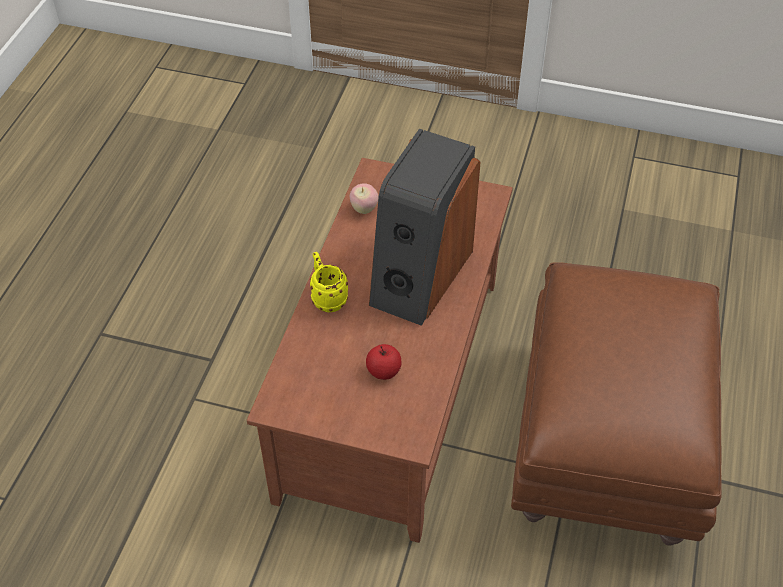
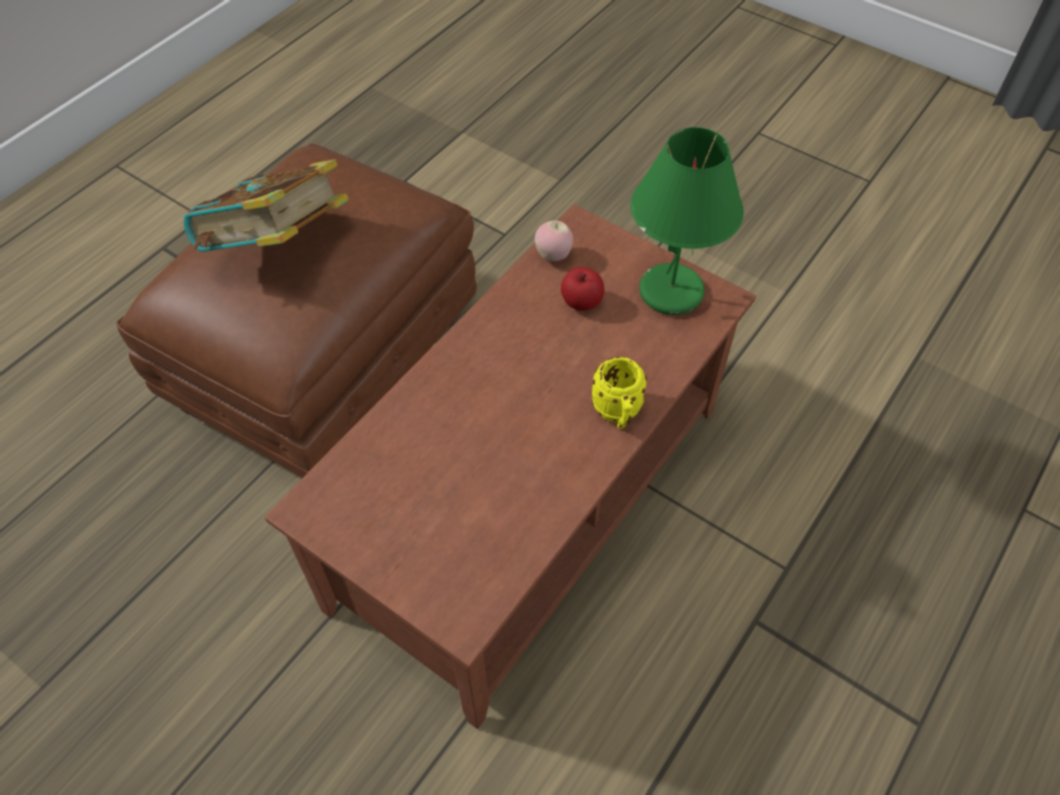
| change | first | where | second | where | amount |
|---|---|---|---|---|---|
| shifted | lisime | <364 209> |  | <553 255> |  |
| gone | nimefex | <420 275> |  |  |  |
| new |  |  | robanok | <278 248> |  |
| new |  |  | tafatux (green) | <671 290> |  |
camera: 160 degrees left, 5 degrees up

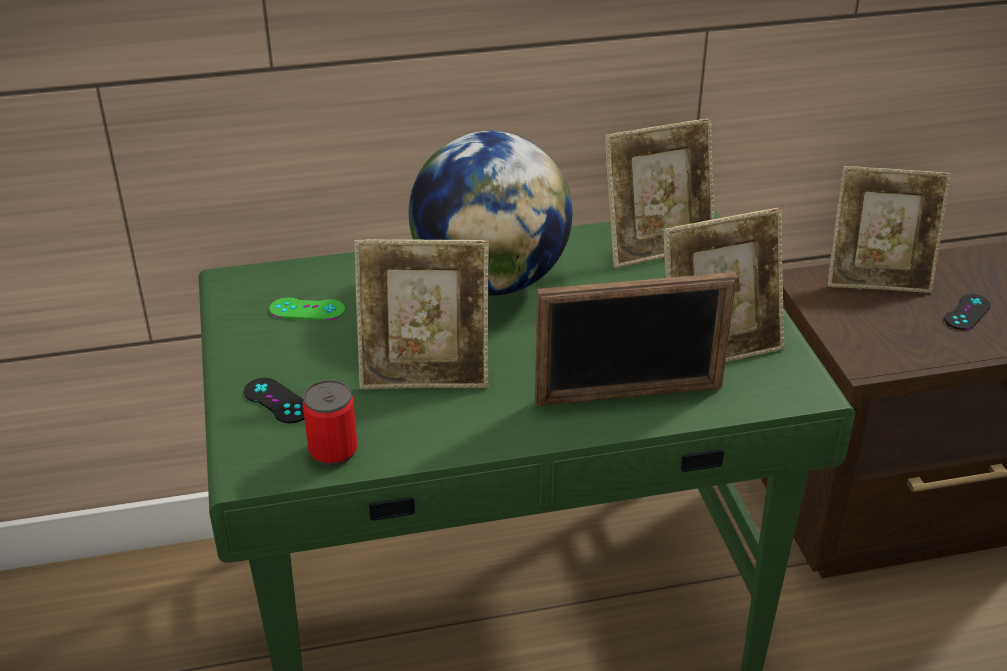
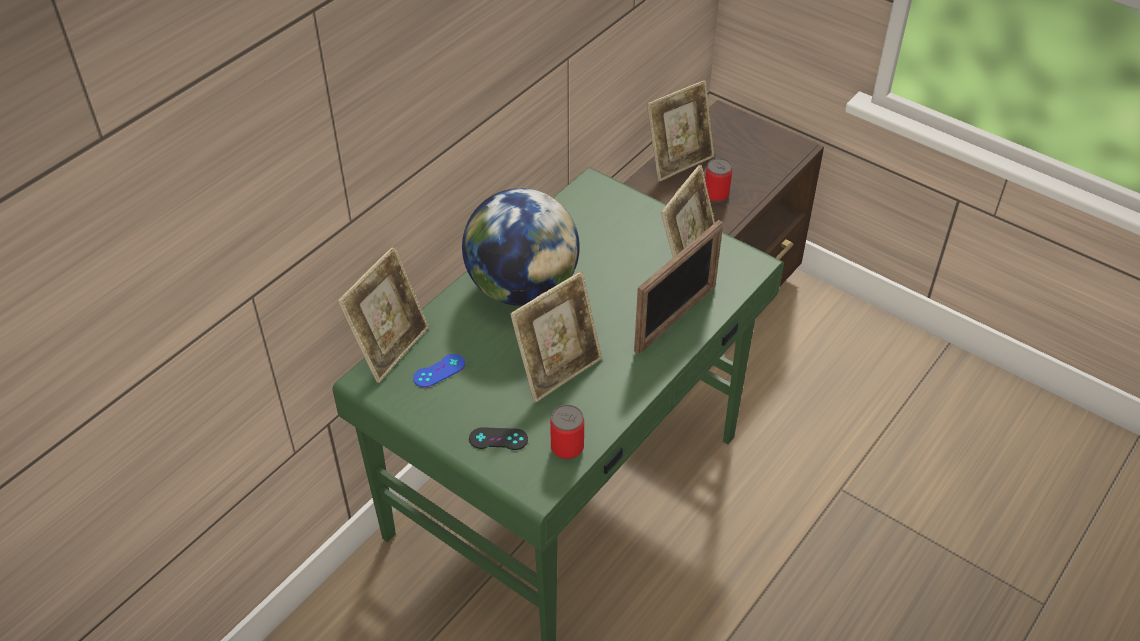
| change | first | where | second | where | amount |
|---|---|---|---|---|---|
| repainted | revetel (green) | <307 309> | revetel (blue) | <439 371> |  |
| shifted | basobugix | <657 247> |  | <391 348> |  |
| gone | revetel (black) | <967 312> |  |  |  |
| new |  |  | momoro | <716 195> |  |
camera: 40 degrees left, 10 degrees up

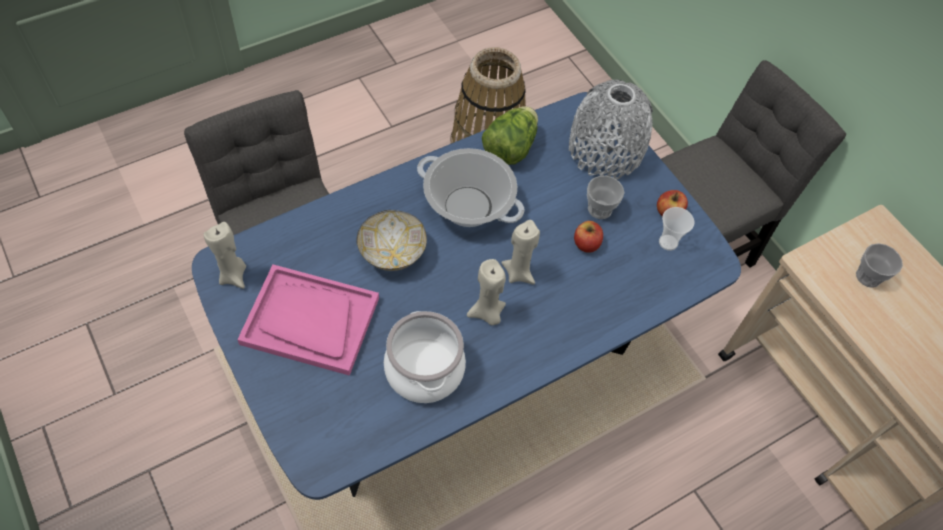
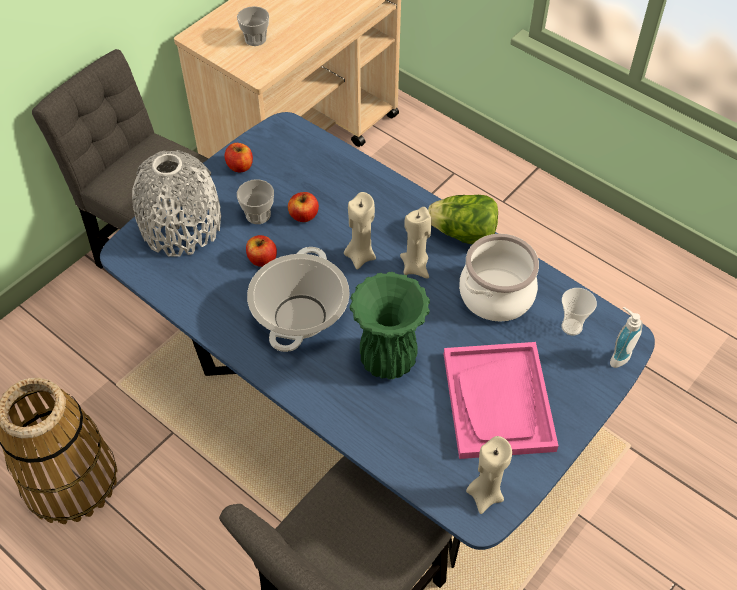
| change | first | where | second | where | amount |
|---|---|---|---|---|---|
| swapped | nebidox | <391 254> | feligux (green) | <388 362> |  |
| shifted | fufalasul | <510 148> |  | <463 234> |  |
| shifted | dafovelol | <668 242> |  | <571 327> |  |
| new |  |  | lisime | <262 259> |  |
| new |  |  | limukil | <617 356> |  |
camera: 105 degrees left, 5 degrees down

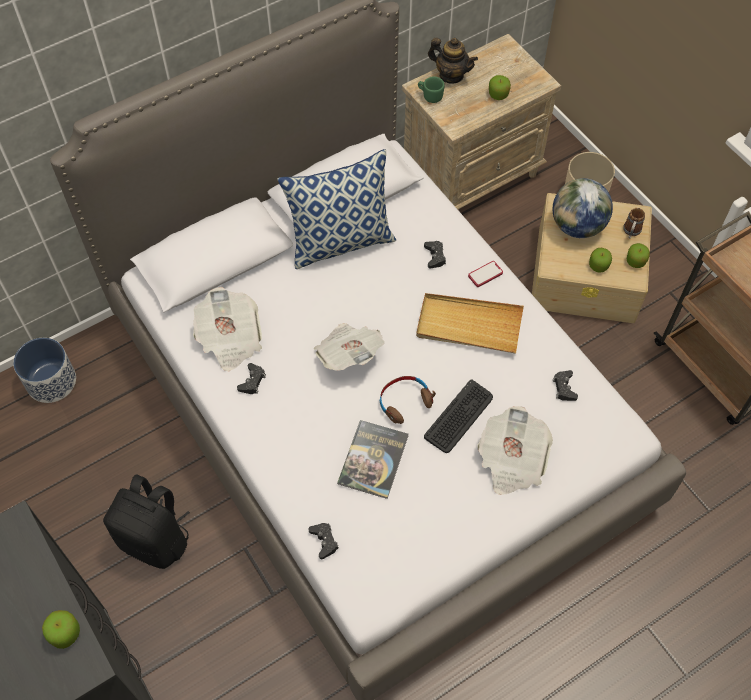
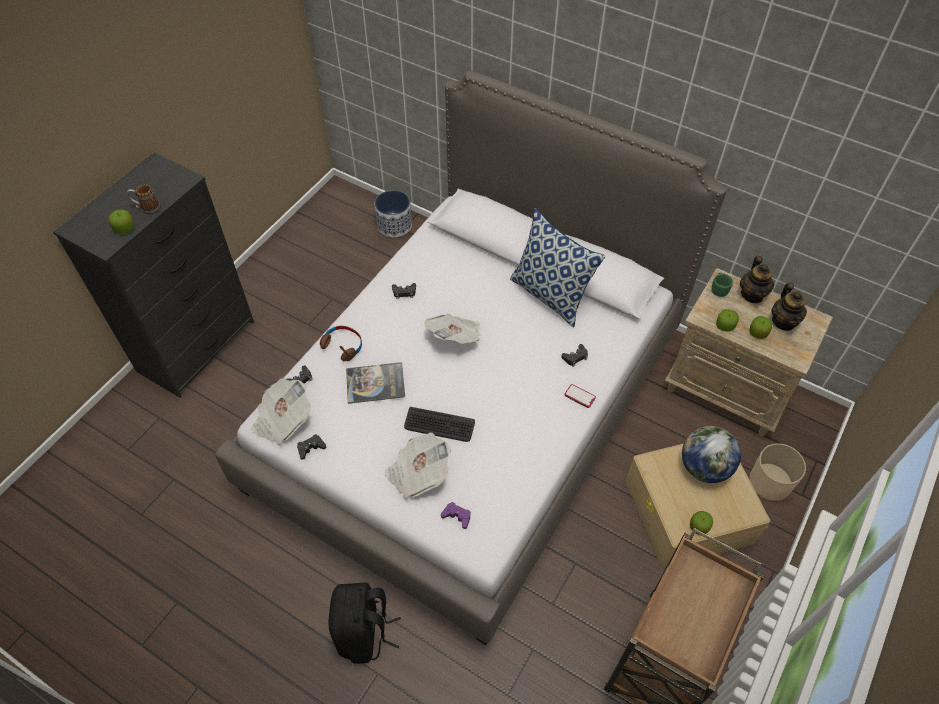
| change | first | where | second | where | amount |
|---|---|---|---|---|---|
| shifted | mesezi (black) | <156 539> |  | <365 633> |  |
| shifted | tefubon | <230 339> |  | <282 420> |  |
| shifted | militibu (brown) | <404 402> |  | <343 345> |  |
| gone | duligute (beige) | <469 325> |  |  |  |
| shifted | revetel (black) | <564 388> |  | <311 448> |  |
| shifted | lisime | <598 265> |  | <725 326> |  |
| shifted | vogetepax | <631 232> |  | <147 208> |  |
| new |  |  | revetel (purple) | <457 516> |  |
| new |  |  | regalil | <783 321> |  |
camera: 65 degrees right, 5 degrees down

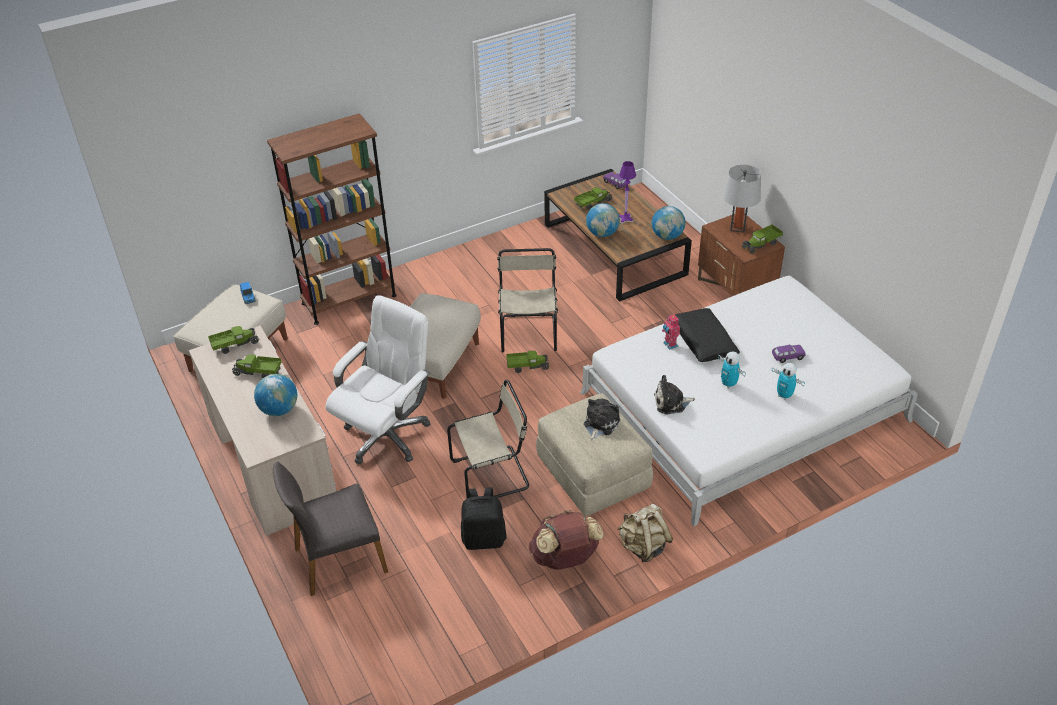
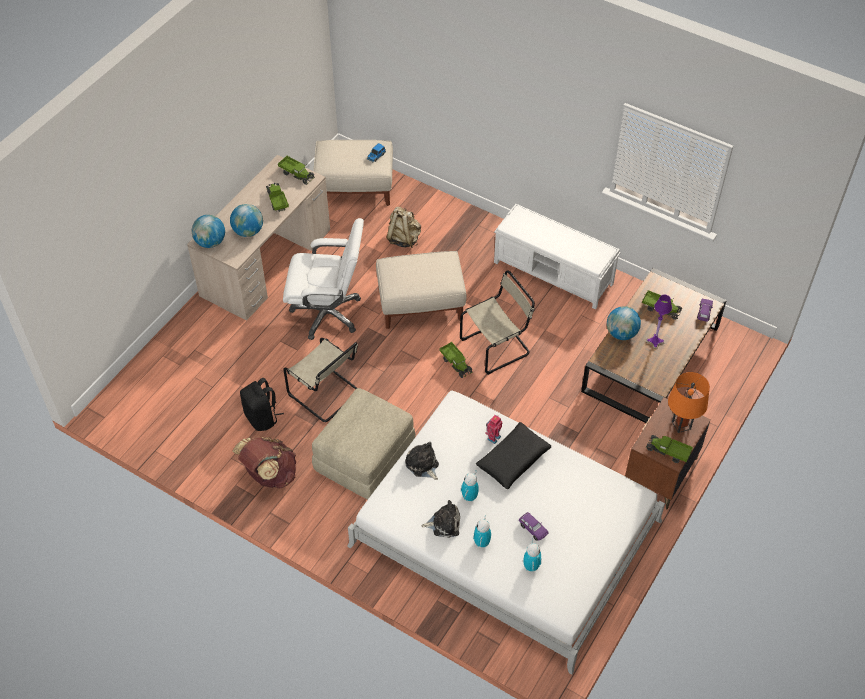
| change | first | where | second | where | amount |
|---|---|---|---|---|---|
| gone | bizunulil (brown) | <349 299> |  |  |  |
| gone | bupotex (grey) | <339 559> |  |  |  |
| shifted | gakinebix | <600 424> |  | <444 523> |  |
| shifted | mesezi (beige) | <643 546> |  | <404 239> |  |
| shifted | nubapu | <667 236> |  | <210 242> |  |
| repainted | tafatux (grey) | <737 227> | tafatux (orange) | <681 425> |  |
| new |  |  | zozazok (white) | <554 273> |  |
| new |  |  | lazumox | <531 566> |  |
camera: 60 degrees right, 10 degrees up

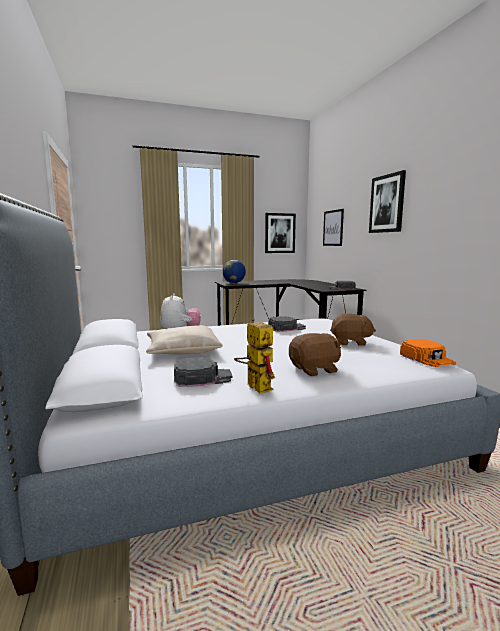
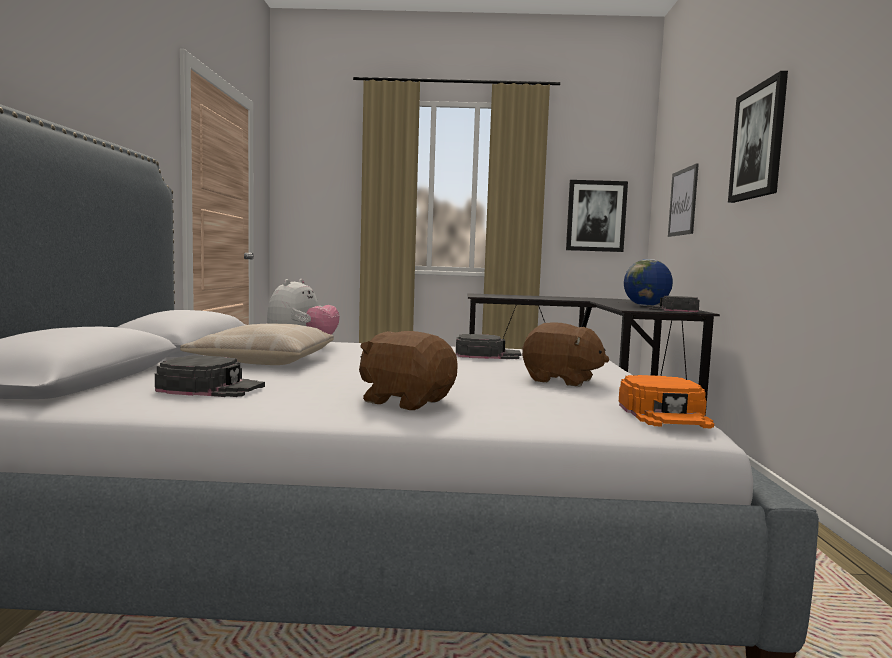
| change | first | where | second | where | amount |
|---|---|---|---|---|---|
| shifted | nubapu | <234 283> |  | <646 306> |  |
| gone | lazumox | <254 386> |  |  |  |
| rotated | gakinebix (brown) | <315 370> |  | <406 401> | 150 degrees counterclockwise |
camera: 20 degrees right, 5 degrees down

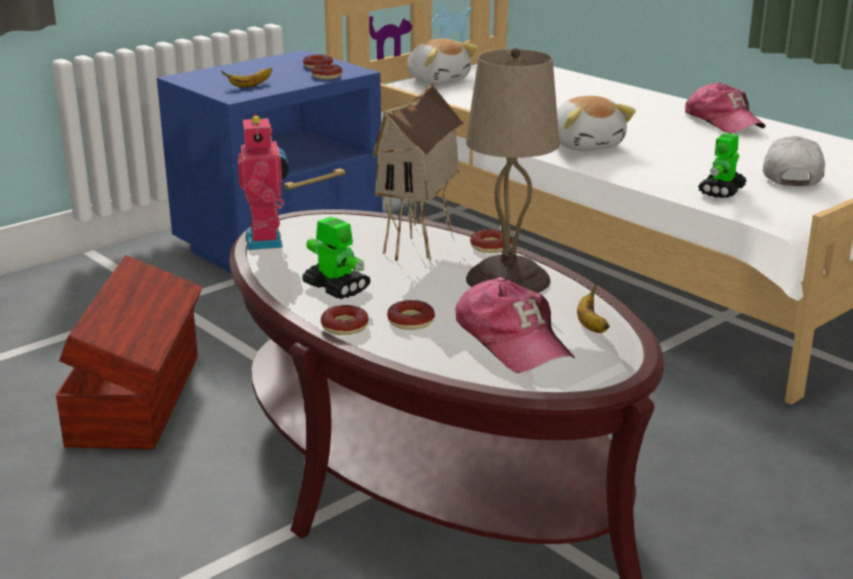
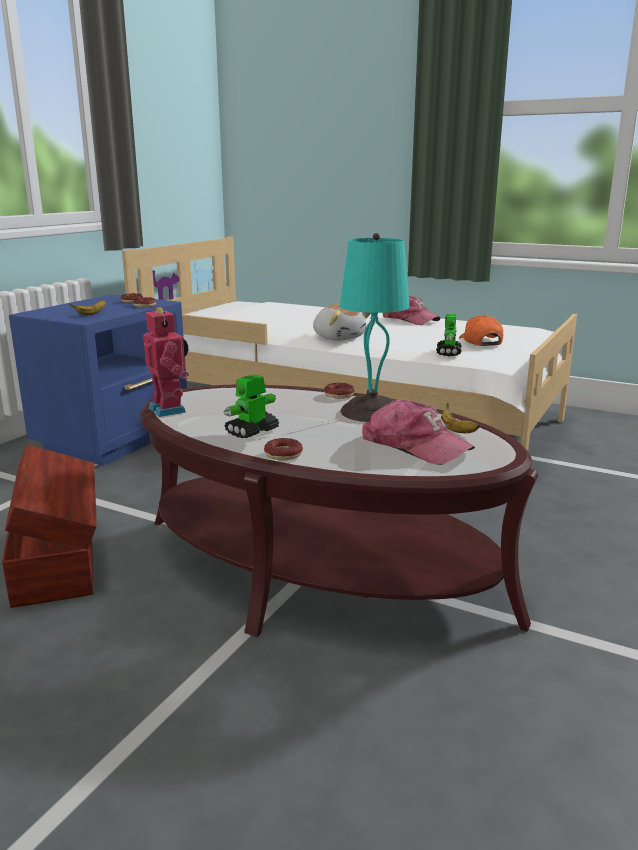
| change | first | where | second | where | amount |
|---|---|---|---|---|---|
| rotated | lazumox | <336 288> |  | <251 432> | 75 degrees counterclockwise |
| gone | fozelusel | <421 245> |  |  |  |
| gone | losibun | <411 321> |  |  |  |
| gone | gakinebix | <438 80> |  |  |  |
| repainted | tafatux (beige) | <510 279> | tafatux (turquoise) | <373 411> |  |
| repainted | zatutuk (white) | <791 176> | zatutuk (orange) | <480 342> |  |
camera: 20 degrees left, 5 degrees down

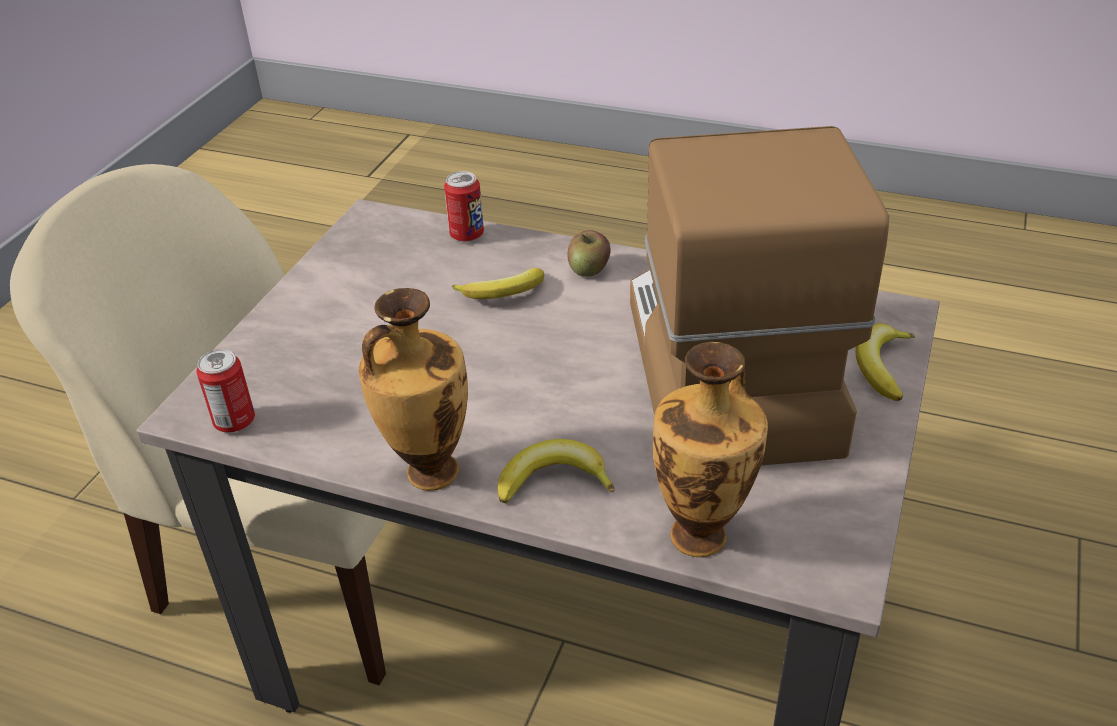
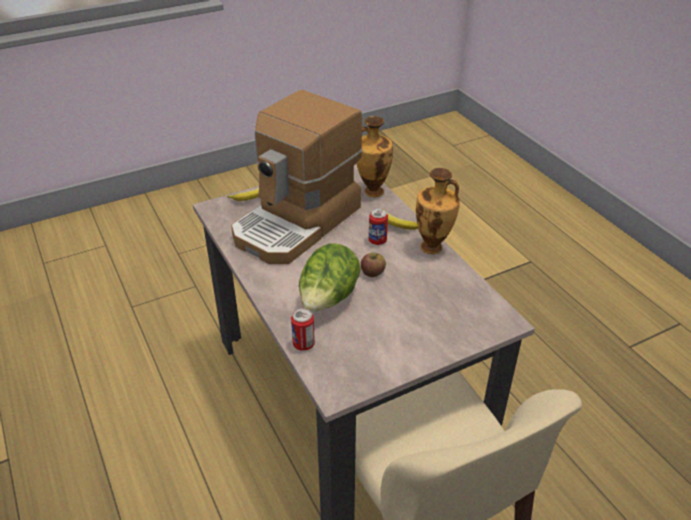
| change | first | where | second | where | amount |
|---|---|---|---|---|---|
| shifted | momoro | <234 421> |  | <377 241> |  |
| swapped | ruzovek | <503 294> | fufalasul | <328 300> |  |
| shifted | lisime | <589 270> |  | <372 272> |  |
camera: 140 degrees left, 0 degrees up

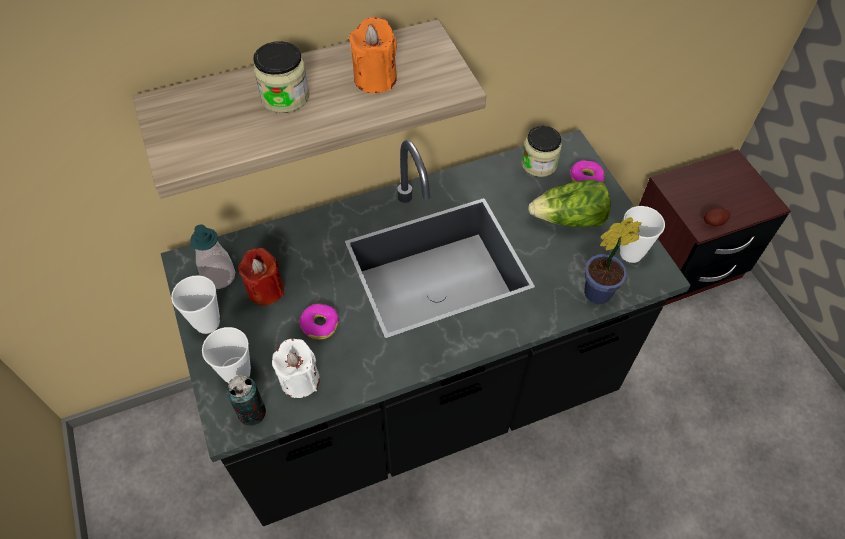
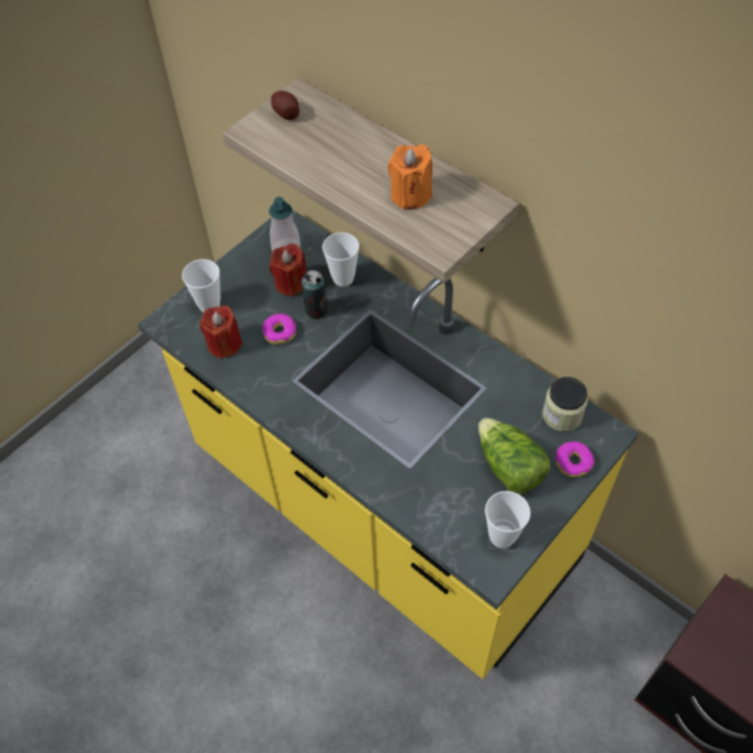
| change | first | where | second | where | amount |
|---|---|---|---|---|---|
| repainted | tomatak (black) | <421 397> | tomatak (yellow) | <381 509> |  |
| shifted | dafovelol | <207 323> |  | <343 278> |  |
| shifted | momoro | <252 413> |  | <316 310> |  |
| gone | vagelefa | <285 97> |  |  |  |
| repainted | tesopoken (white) | <299 380> | tesopoken (red) | <224 344> |  |
| gone | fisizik | <601 292> |  |  |  |
| shifted | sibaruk | <713 222> |  | <286 113> |  |
camera: 65 degrees right, 0 degrees up

